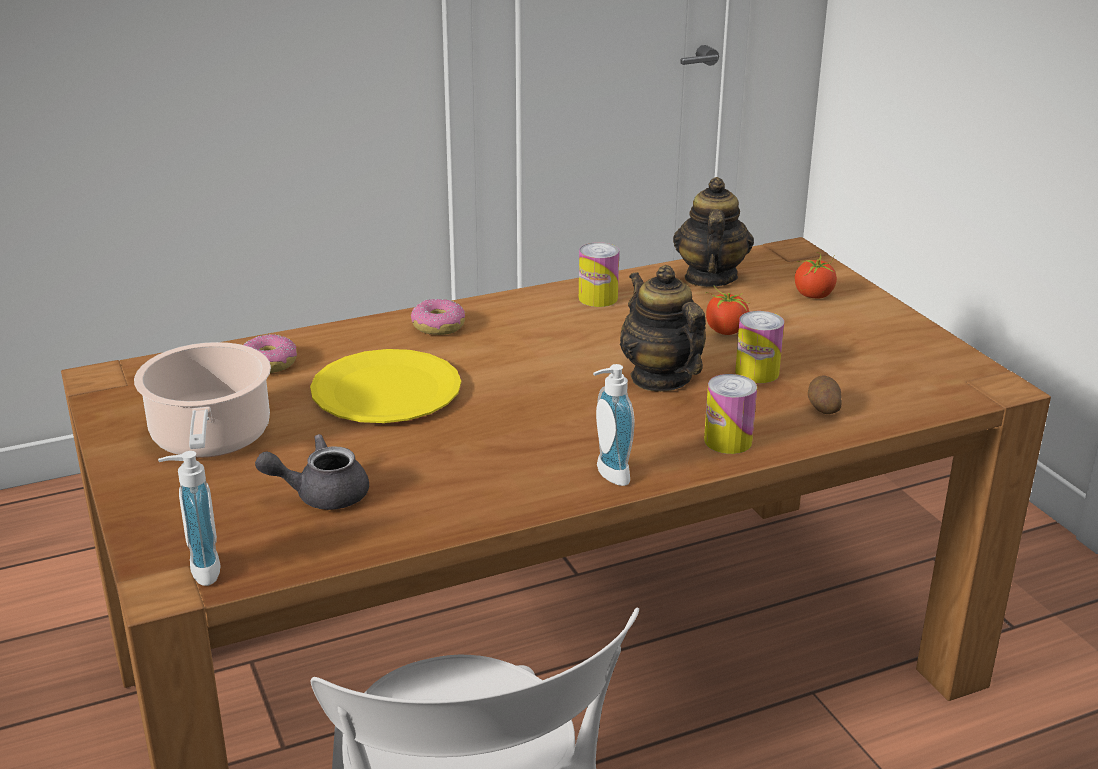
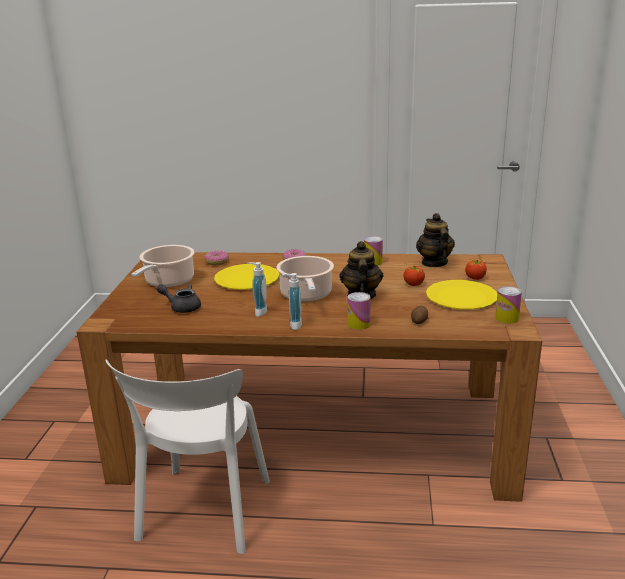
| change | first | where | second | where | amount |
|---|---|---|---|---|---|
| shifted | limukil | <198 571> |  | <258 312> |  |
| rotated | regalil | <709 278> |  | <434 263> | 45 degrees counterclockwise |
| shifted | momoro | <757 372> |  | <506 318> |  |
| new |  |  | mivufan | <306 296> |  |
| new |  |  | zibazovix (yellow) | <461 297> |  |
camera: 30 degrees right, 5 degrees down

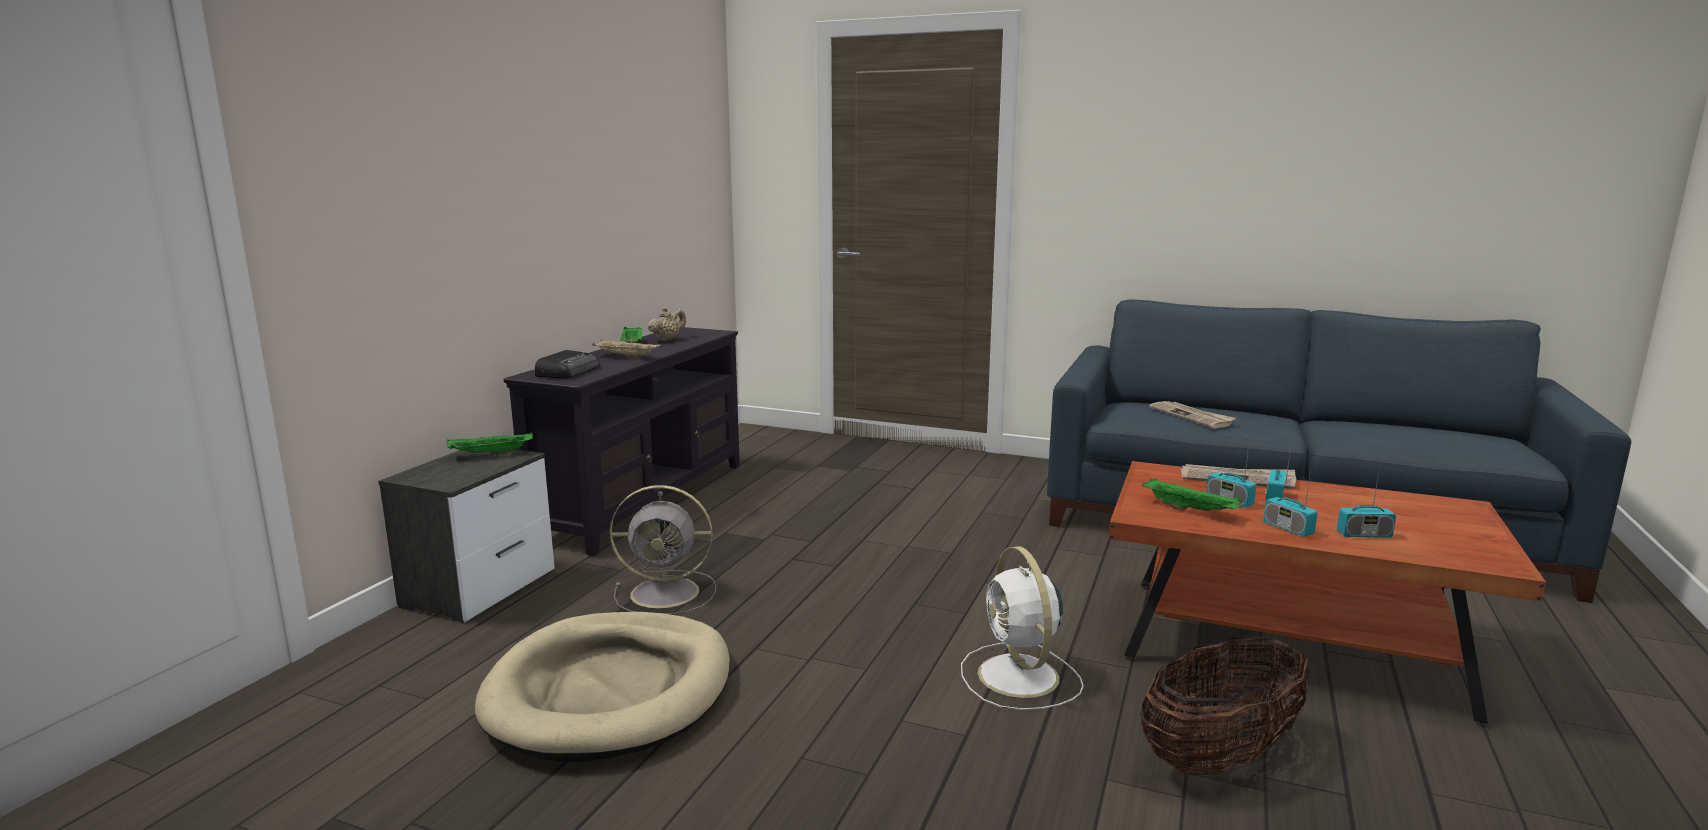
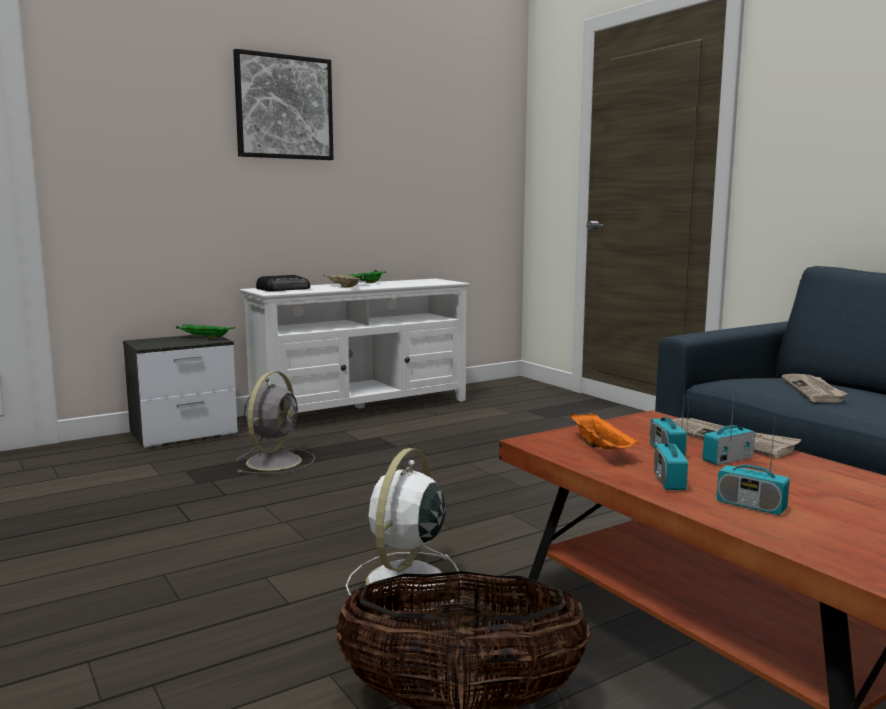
| change | first | where | second | where | amount |
|---|---|---|---|---|---|
| gone | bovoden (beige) | <611 691> |  |  |  |
| repainted | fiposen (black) | <643 501> | fiposen (white) | <361 409> |  |
| rotated | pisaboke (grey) | <668 593> |  | <275 461> | 105 degrees counterclockwise |
| gone | regalil (beige) | <667 340> |  |  |  |
| repainted | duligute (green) | <1191 510> | duligute (orange) | <602 449> |  |
| new |  |  | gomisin | <284 107> |  |
camera: 35 degrees right, 5 degrees down

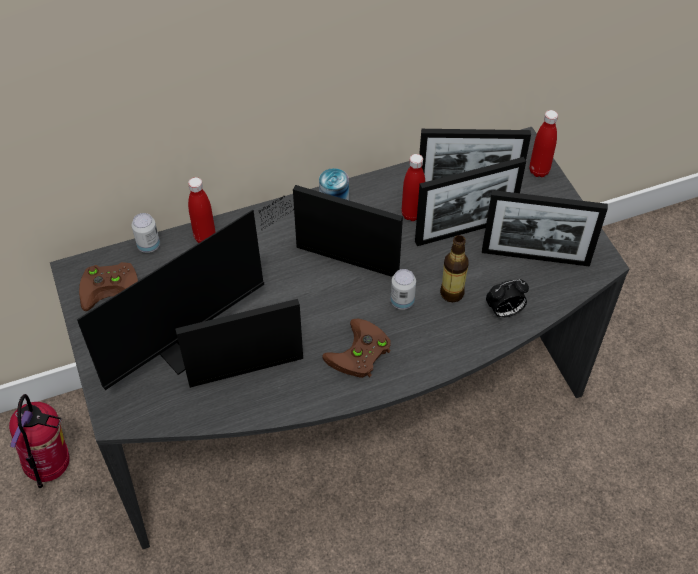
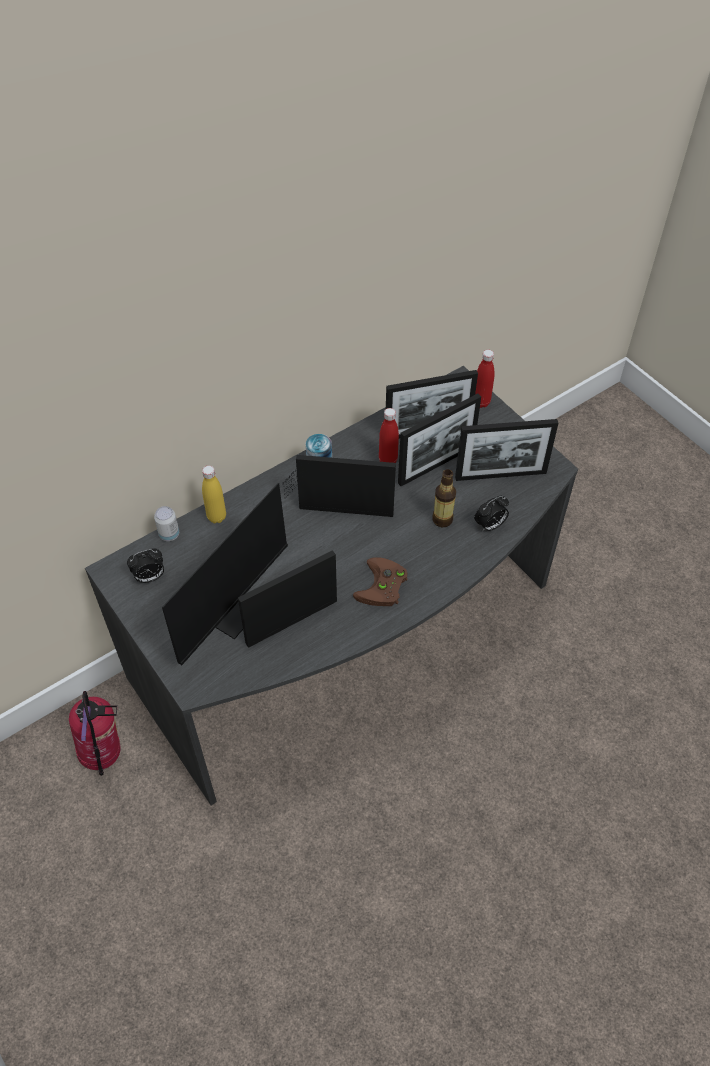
| change | first | where | second | where | amount |
|---|---|---|---|---|---|
| swapped | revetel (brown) | <112 287> | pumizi | <150 577> |  |
| repainted | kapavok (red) | <205 237> | kapavok (yellow) | <216 517> |  |
| gone | momoro | <402 301> |  |  |  |
camera: 15 degrees left, 0 degrees up

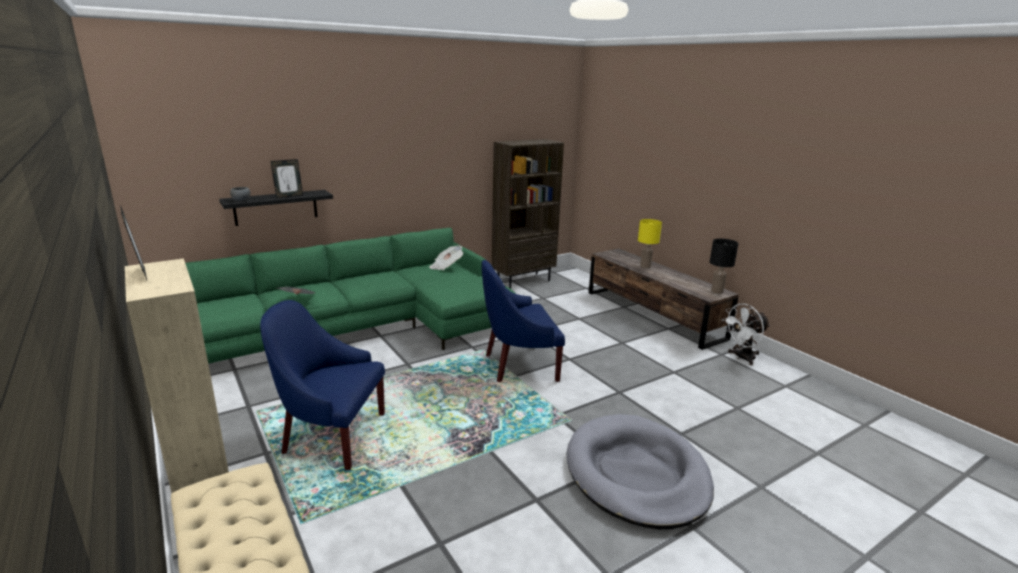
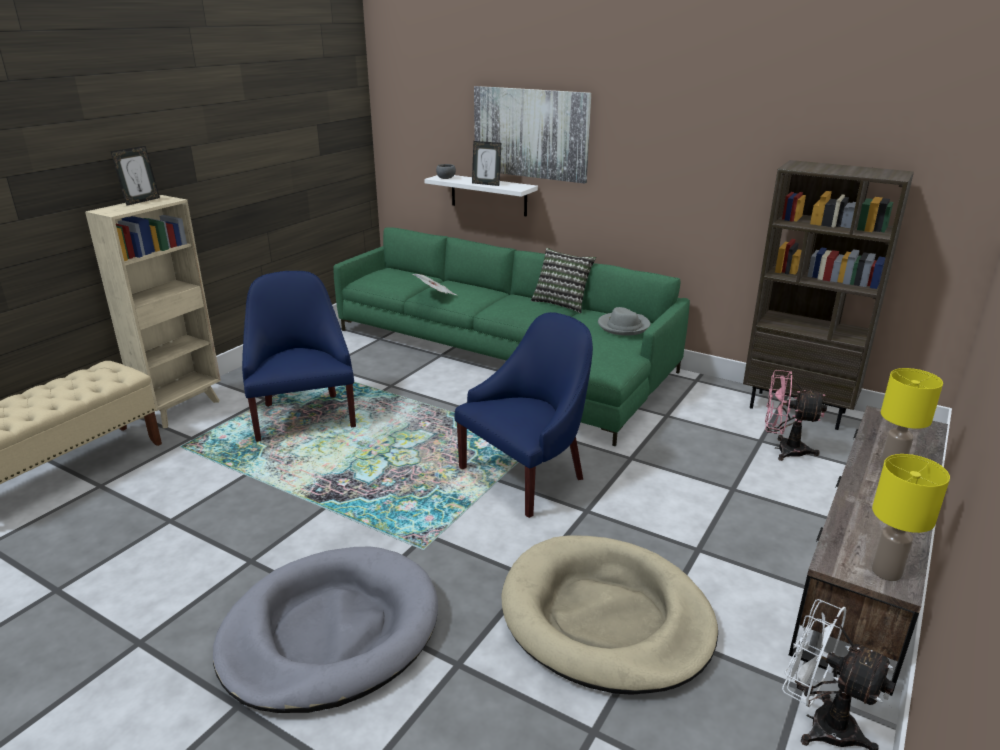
| change | first | where | second | where | amount |
|---|---|---|---|---|---|
| repainted | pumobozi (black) | <276 207> | pumobozi (white) | <488 195> |  |
| swapped | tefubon | <446 266> | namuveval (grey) | <623 326> |  |
| rotated | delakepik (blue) | <518 365> |  | <526 475> | 90 degrees clockwise |
| repainted | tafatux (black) | <716 291> | tafatux (yellow) | <886 571> |  |
| new |  |  | gomisin | <530 133> |  |
| new |  |  | bovoden (beige) | <605 618> |  |
| new |  |  | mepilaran | <562 303> |  |
| new |  |  | pisaboke (pink) | <783 449> |  |
camera: 65 degrees right, 5 degrees up

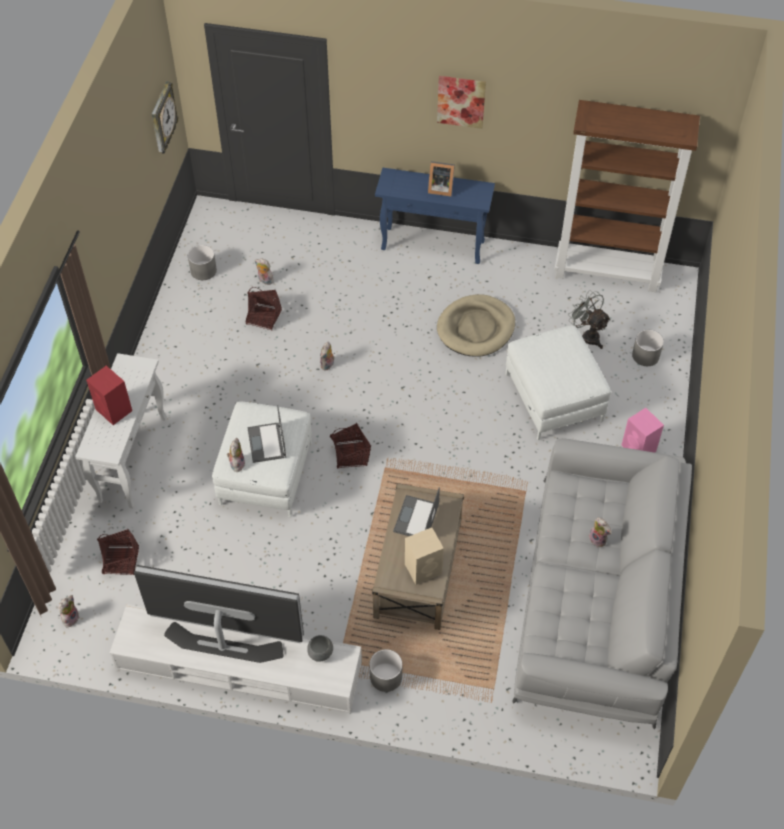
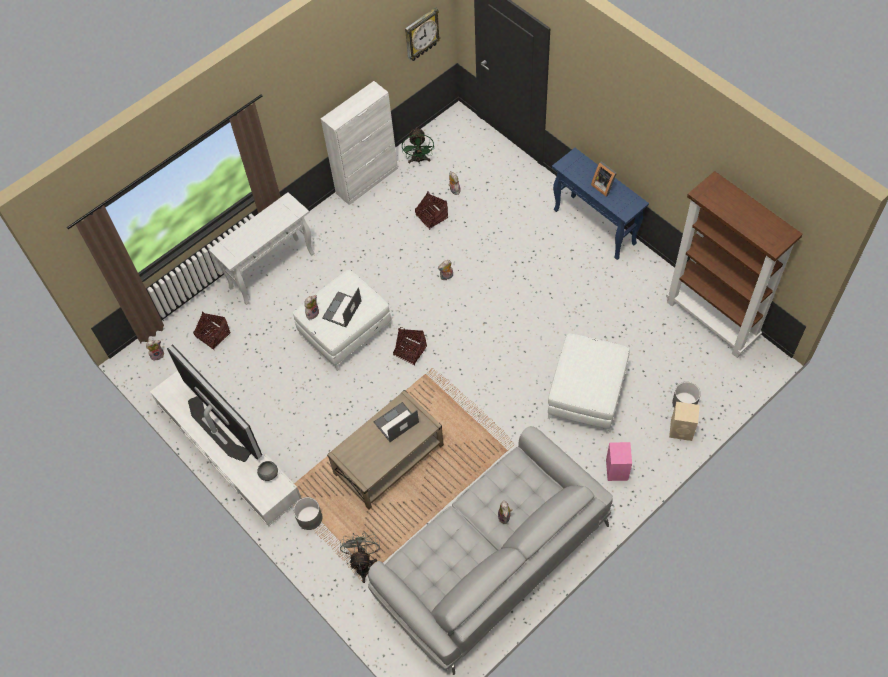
| change | first | where | second | where | amount |
|---|---|---|---|---|---|
| gone | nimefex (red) | <114 410> |  |  |  |
| swapped | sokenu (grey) | <203 270> | pisaboke (green) | <419 160> |  |
| shifted | nimefex (beige) | <424 568> |  | <682 430> |  |
| gone | gomisin | <461 101> |  |  |  |
| gone | bovoden (beige) | <476 328> |  |  |  |
| shifted | pisaboke (grey) | <587 335> |  | <363 563> |  |
| new |  |  | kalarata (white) | <367 180> |  |
camera: 40 degrees right, 5 degrees up

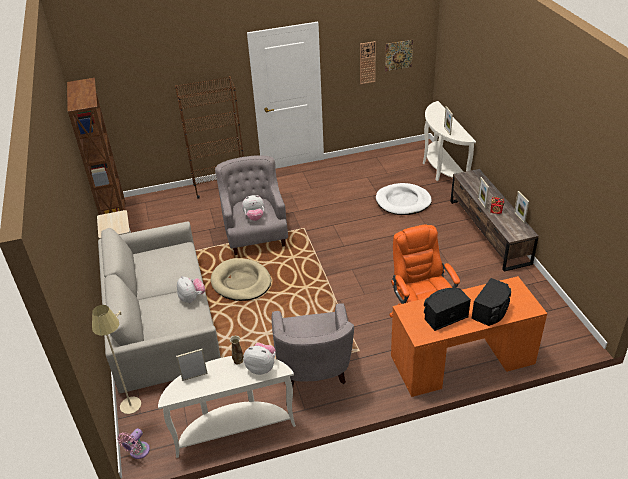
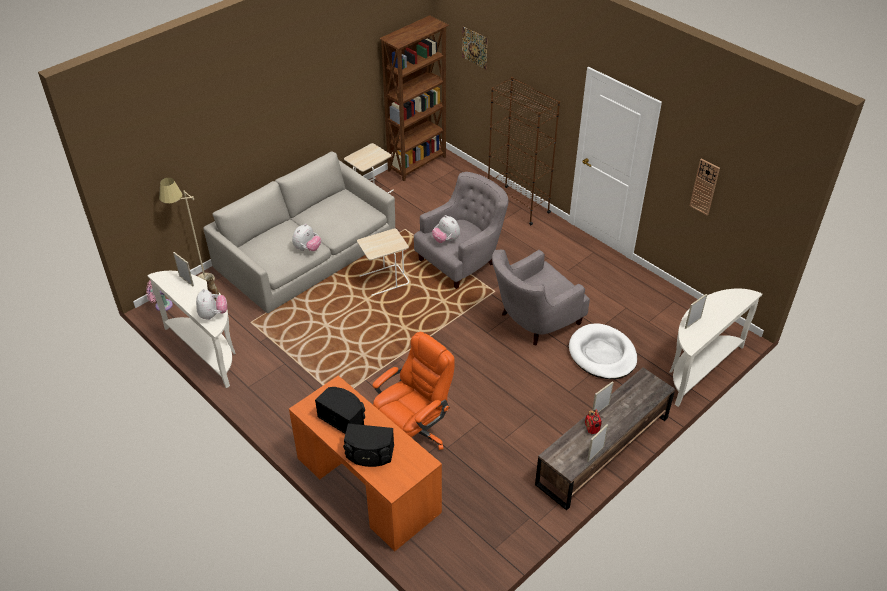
| change | first | where | second | where | amount |
|---|---|---|---|---|---|
| swapped | bovoden (beige) | <241 282> | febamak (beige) | <384 280> |  |
| shifted | delakepik (grey) | <314 369> |  | <534 320> |  |
| shifted | gomisin | <398 55> |  | <474 47> |  |
camera: 60 degrees right, 5 degrees up

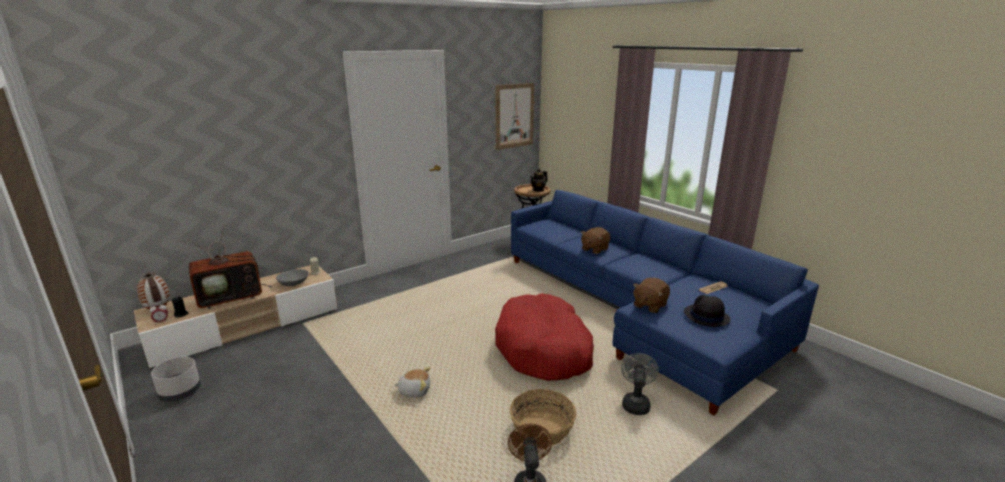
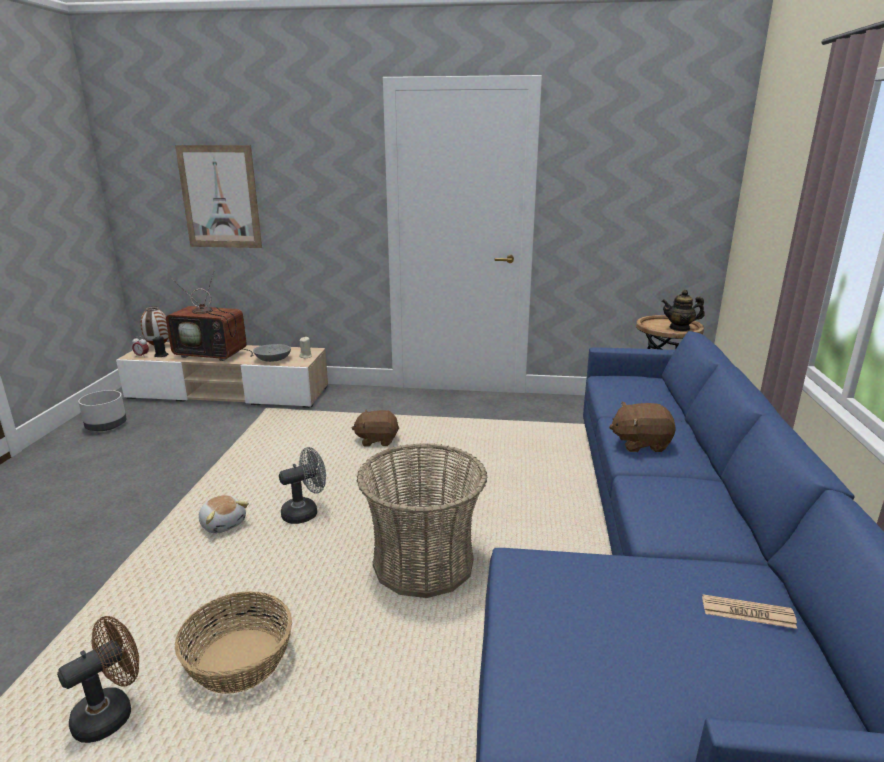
| change | first | where | second | where | amount |
|---|---|---|---|---|---|
| shifted | gomisin | <514 116> |  | <220 197> |  |
| swapped | bovoden (red) | <544 349> | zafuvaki | <423 563> |  |
| shifted | pisaboke (grey) | <635 403> |  | <305 512> |  |
| shifted | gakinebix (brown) | <649 305> |  | <377 440> |  |
| gone | namuveval (black) | <706 316> |  |  |  |
camera: 45 degrees right, 0 degrees up

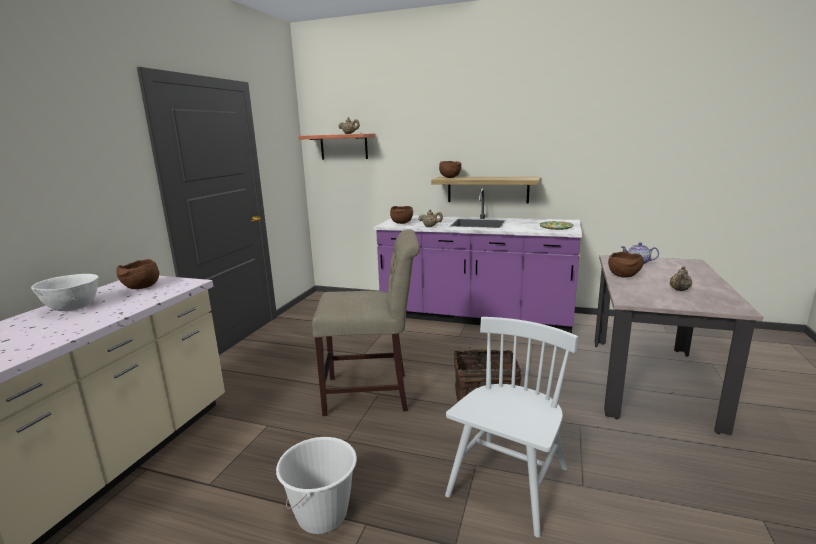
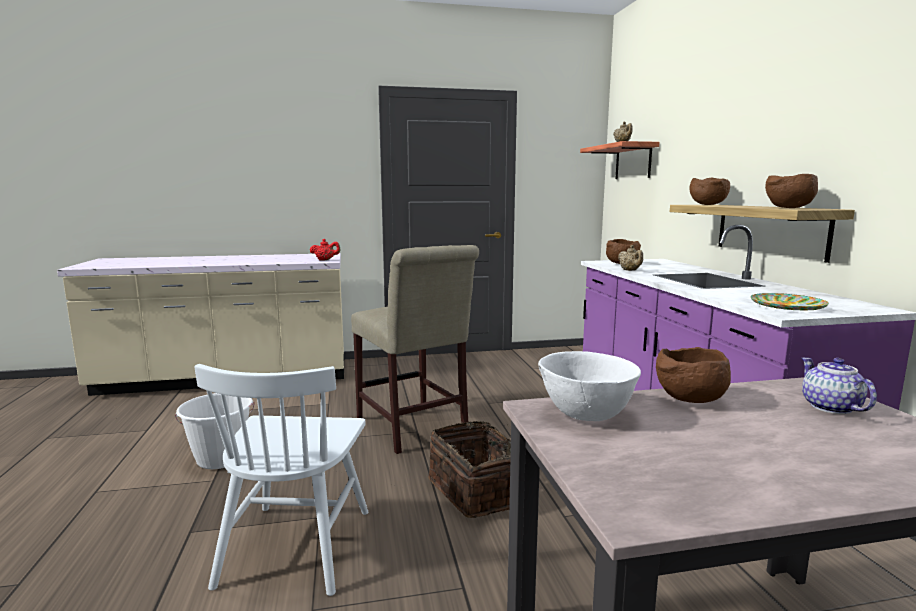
| change | first | where | second | where | amount |
|---|---|---|---|---|---|
| shifted | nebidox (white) | <72 308> |  | <585 414> |  |
| shifted | nebidox (brown) | <141 288> |  | <788 208> |  |
| rotated | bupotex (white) | <508 483> |  | <296 546> | 90 degrees clockwise |
| gone | regalil (beige) | <679 290> |  |  |  |
| new |  |  | regalil (red) | <325 260> |  |
camera: 60 degrees right, 5 degrees down

